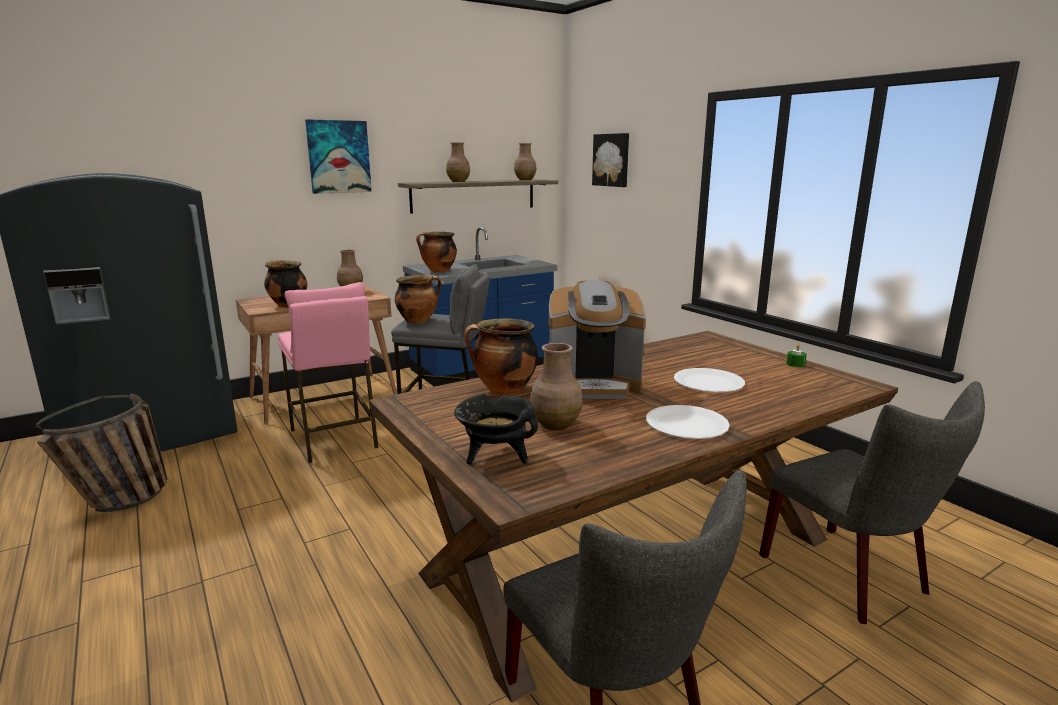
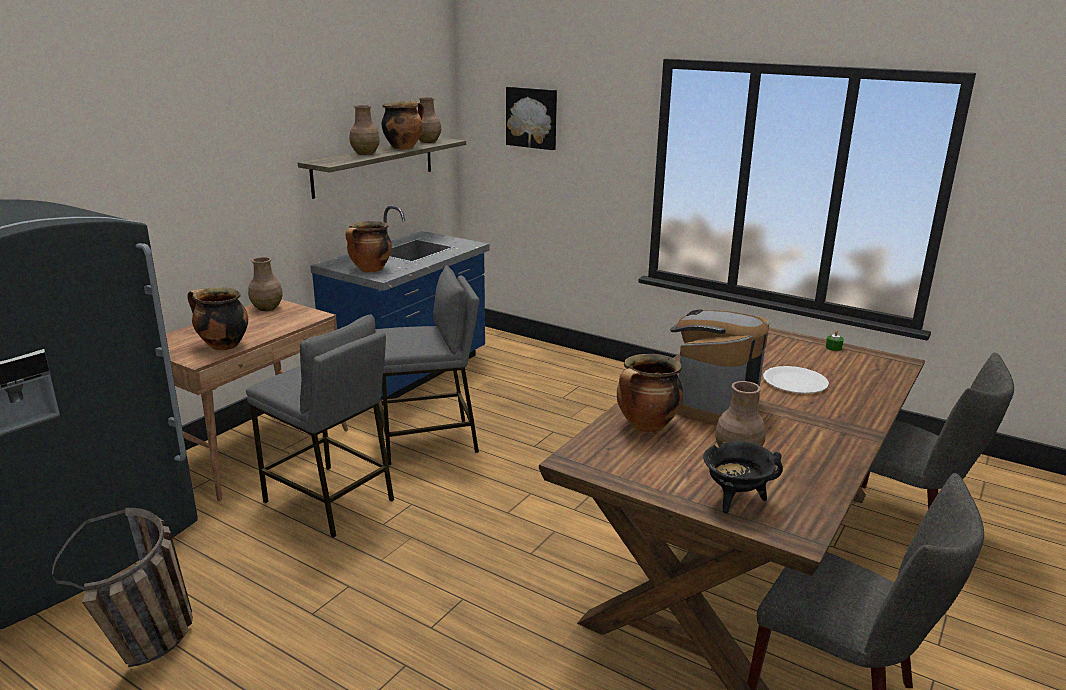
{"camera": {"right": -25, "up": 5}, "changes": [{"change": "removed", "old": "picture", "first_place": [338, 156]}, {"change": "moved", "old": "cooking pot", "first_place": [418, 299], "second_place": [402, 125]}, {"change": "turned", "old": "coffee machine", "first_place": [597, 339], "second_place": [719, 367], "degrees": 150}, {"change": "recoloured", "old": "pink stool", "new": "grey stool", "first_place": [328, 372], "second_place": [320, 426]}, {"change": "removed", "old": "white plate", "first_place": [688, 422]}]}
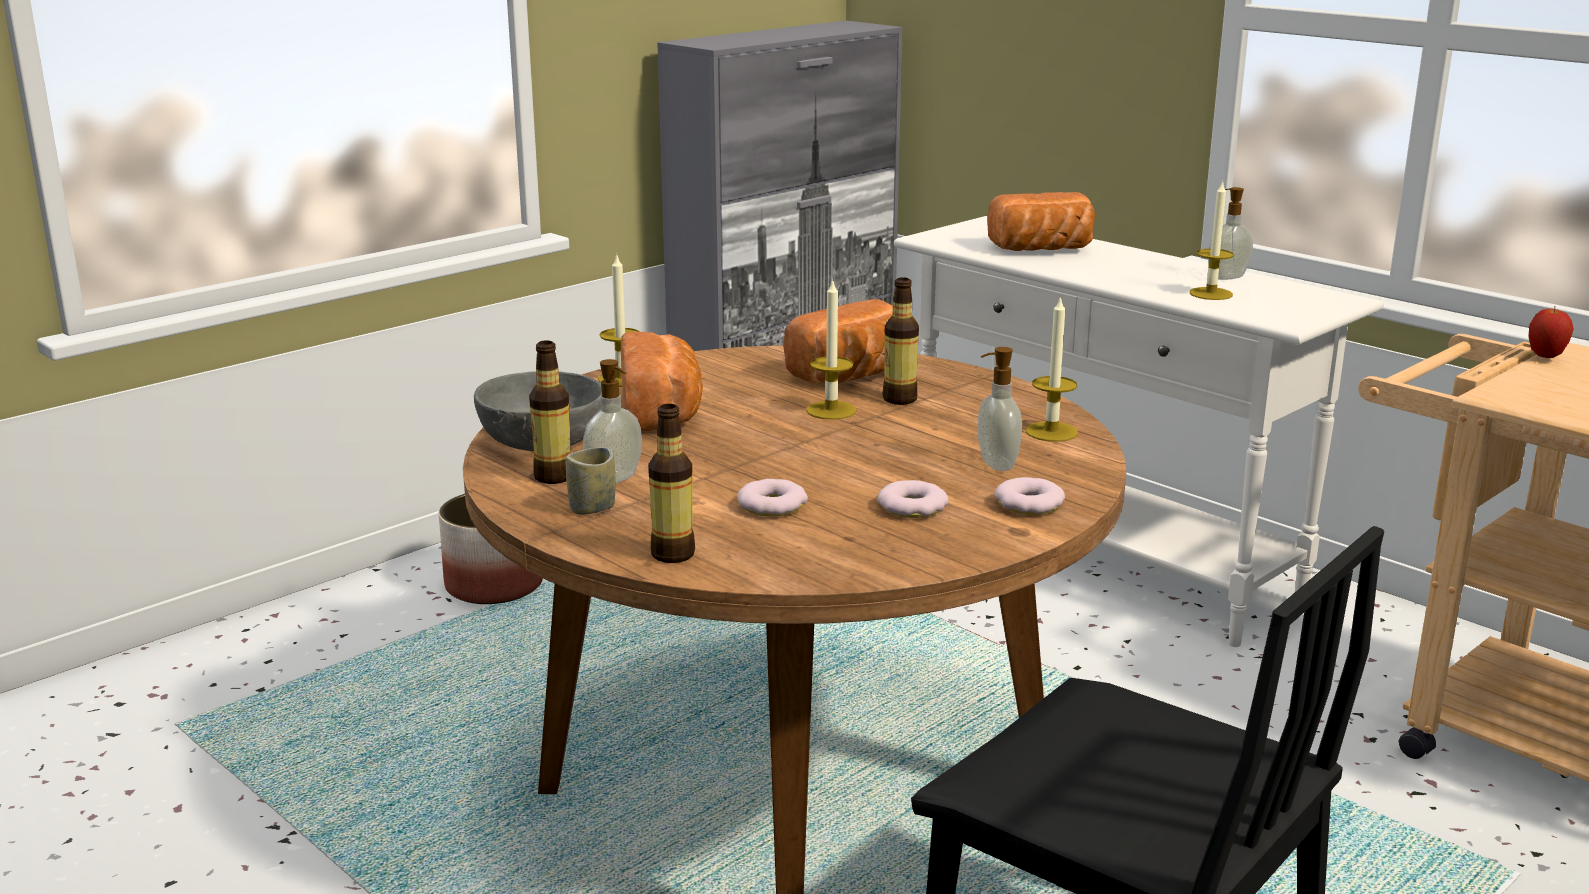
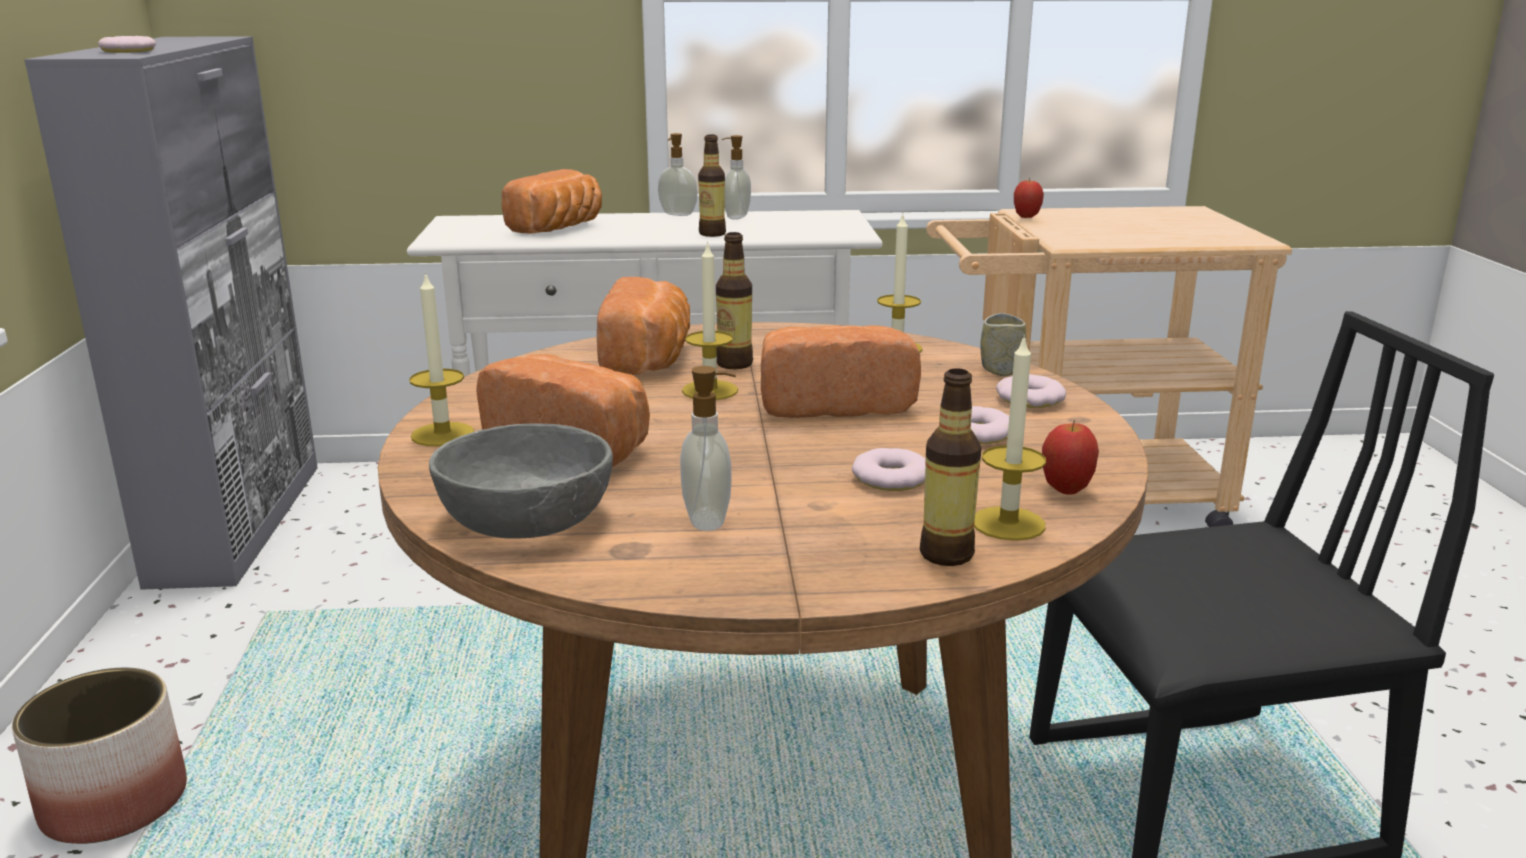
{"camera": {"right": -50, "up": 0}, "changes": [{"change": "moved", "old": "candle", "first_place": [1211, 240], "second_place": [1010, 437]}, {"change": "moved", "old": "bottle", "first_place": [550, 412], "second_place": [712, 186]}, {"change": "moved", "old": "soap dispenser", "first_place": [1000, 409], "second_place": [678, 174]}, {"change": "moved", "old": "cup", "first_place": [590, 481], "second_place": [1003, 344]}, {"change": "added", "new": "donut", "second_place": [127, 44]}, {"change": "added", "new": "bread", "second_place": [841, 371]}, {"change": "added", "new": "apple", "second_place": [1070, 457]}]}
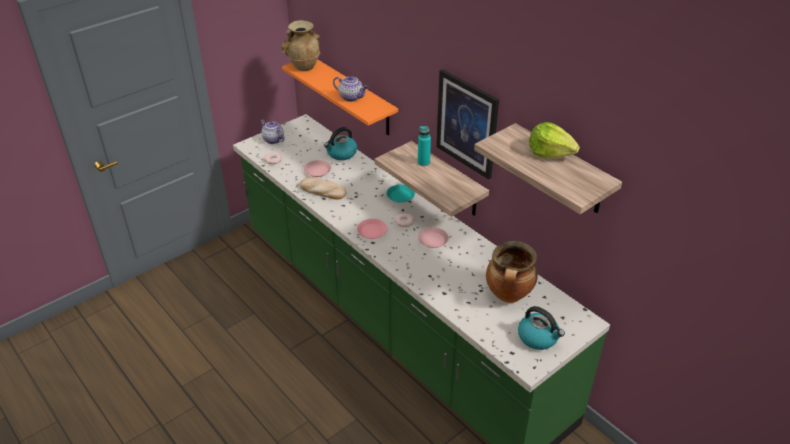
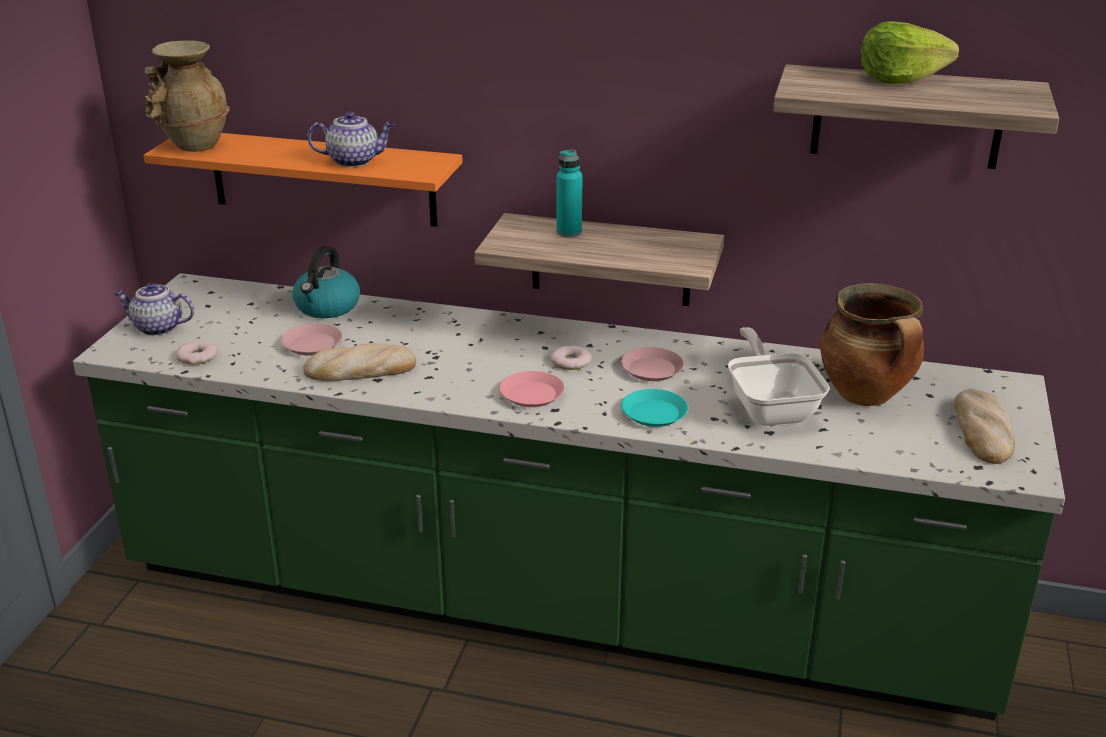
{"camera": {"right": -35, "up": -10}, "changes": [{"change": "removed", "old": "picture", "first_place": [467, 124]}, {"change": "moved", "old": "turquoise plate", "first_place": [400, 193], "second_place": [654, 408]}, {"change": "replaced", "old": "kettle", "new": "bread", "first_place": [541, 328], "second_place": [984, 426]}, {"change": "added", "new": "frying pan", "second_place": [779, 376]}]}
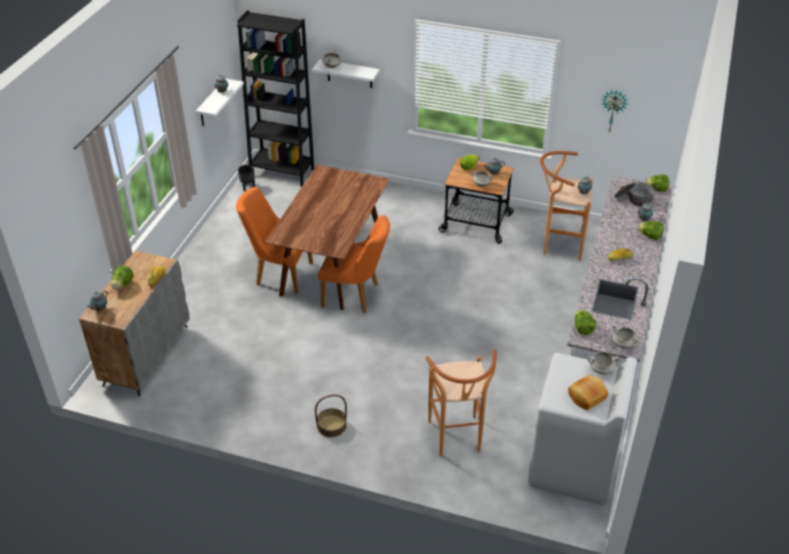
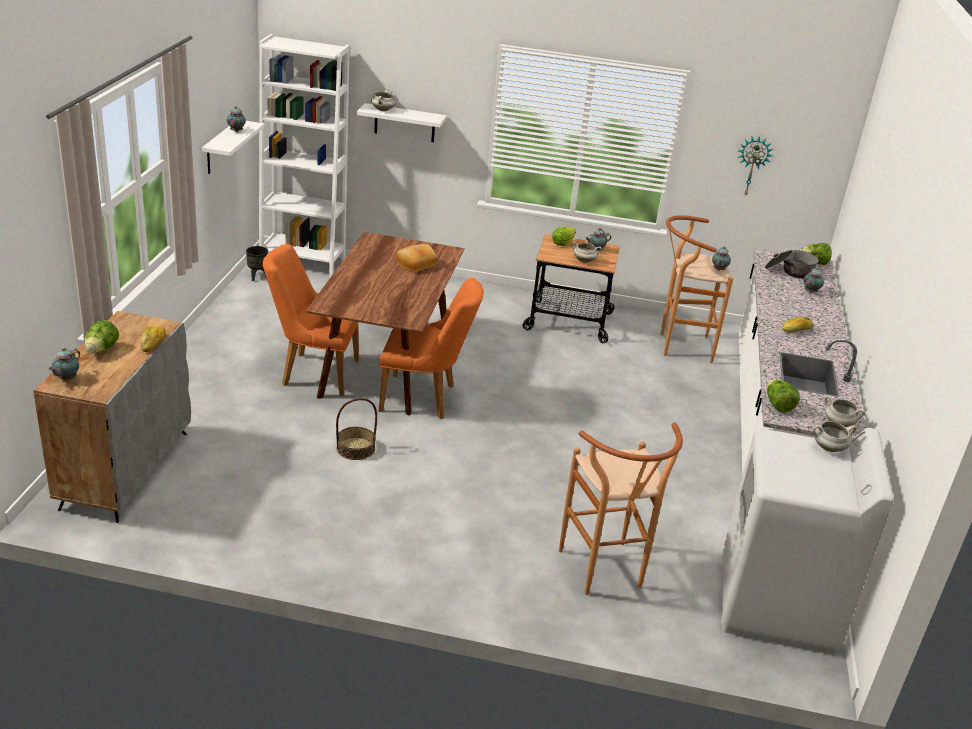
{"camera": {"right": -10, "up": -10}, "changes": [{"change": "recoloured", "old": "black bookcase", "new": "white bookcase", "first_place": [275, 98], "second_place": [304, 156]}, {"change": "removed", "old": "lettuce", "first_place": [651, 230]}, {"change": "moved", "old": "bread", "first_place": [588, 392], "second_place": [416, 258]}, {"change": "moved", "old": "basket", "first_place": [331, 416], "second_place": [356, 429]}]}
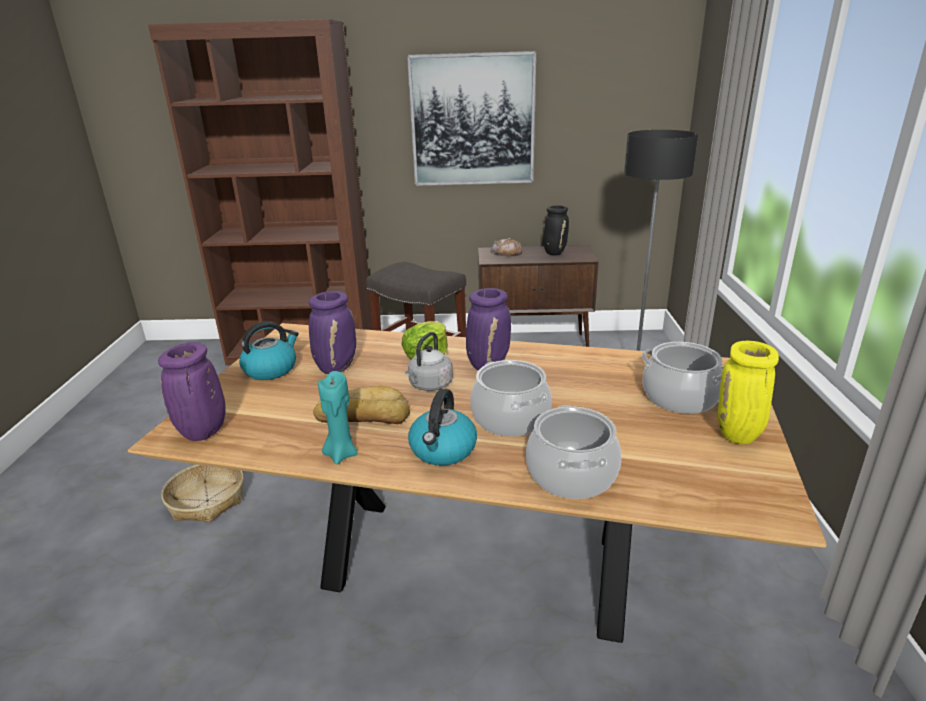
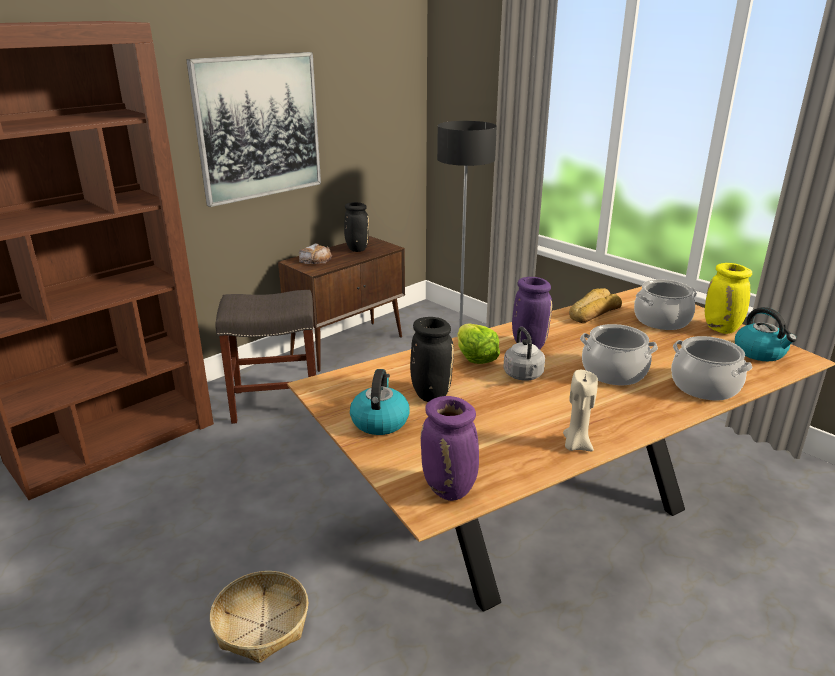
{"camera": {"right": -45, "up": 0}, "changes": [{"change": "recoloured", "old": "purple vase", "new": "black vase", "first_place": [332, 332], "second_place": [432, 359]}, {"change": "recoloured", "old": "turquoise candle", "new": "beige candle", "first_place": [337, 418], "second_place": [580, 410]}, {"change": "moved", "old": "bread", "first_place": [361, 405], "second_place": [595, 305]}, {"change": "moved", "old": "kettle", "first_place": [442, 427], "second_place": [766, 334]}]}
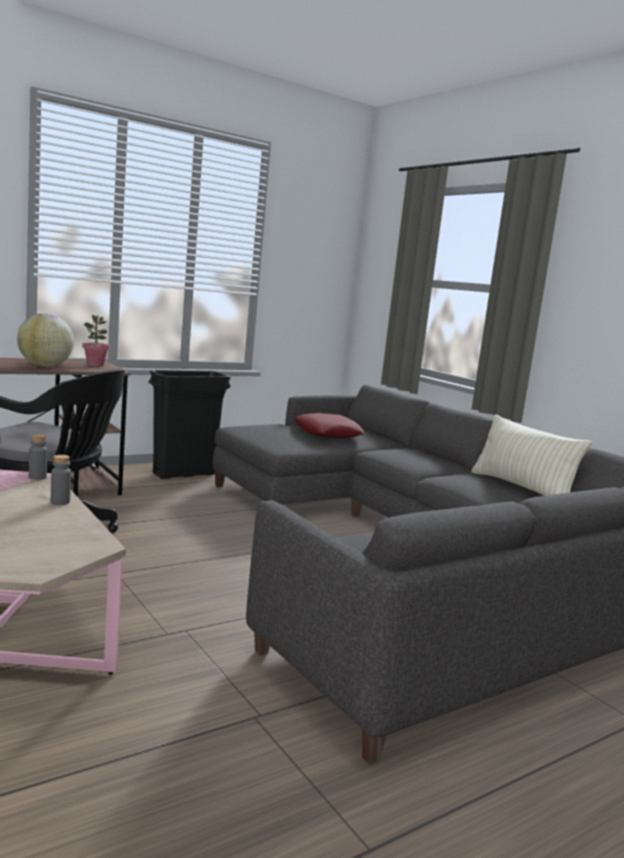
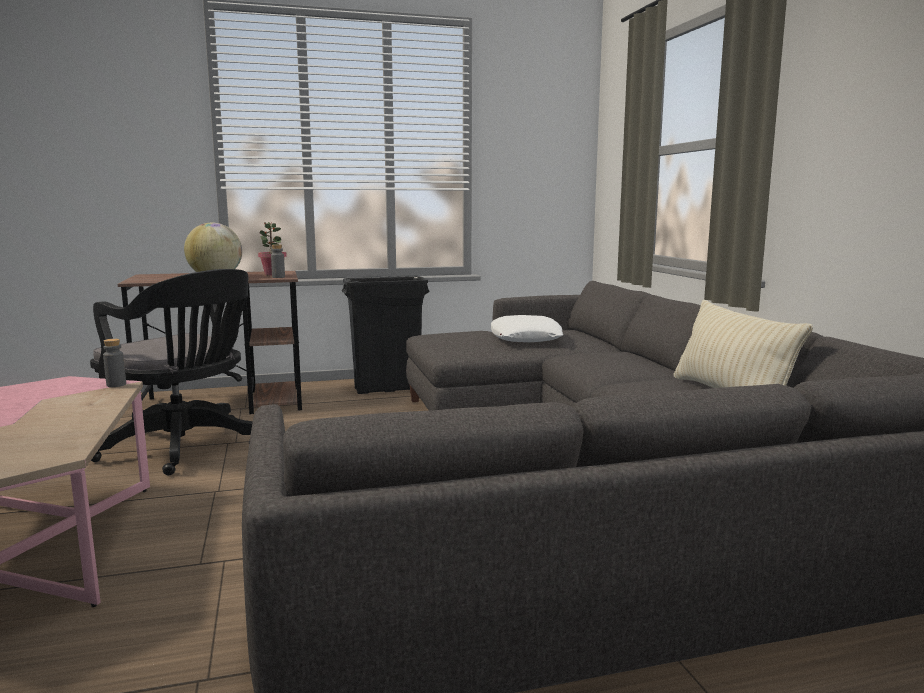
{"camera": {"right": 20, "up": 0}, "changes": [{"change": "recoloured", "old": "red pillow", "new": "white pillow", "first_place": [329, 425], "second_place": [527, 328]}, {"change": "moved", "old": "grey bottle", "first_place": [61, 480], "second_place": [278, 261]}]}
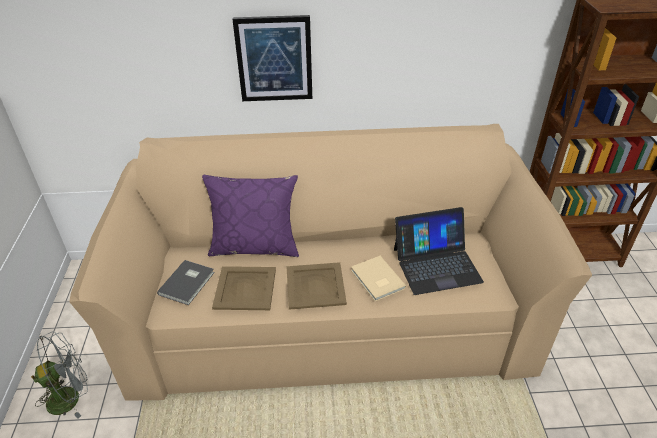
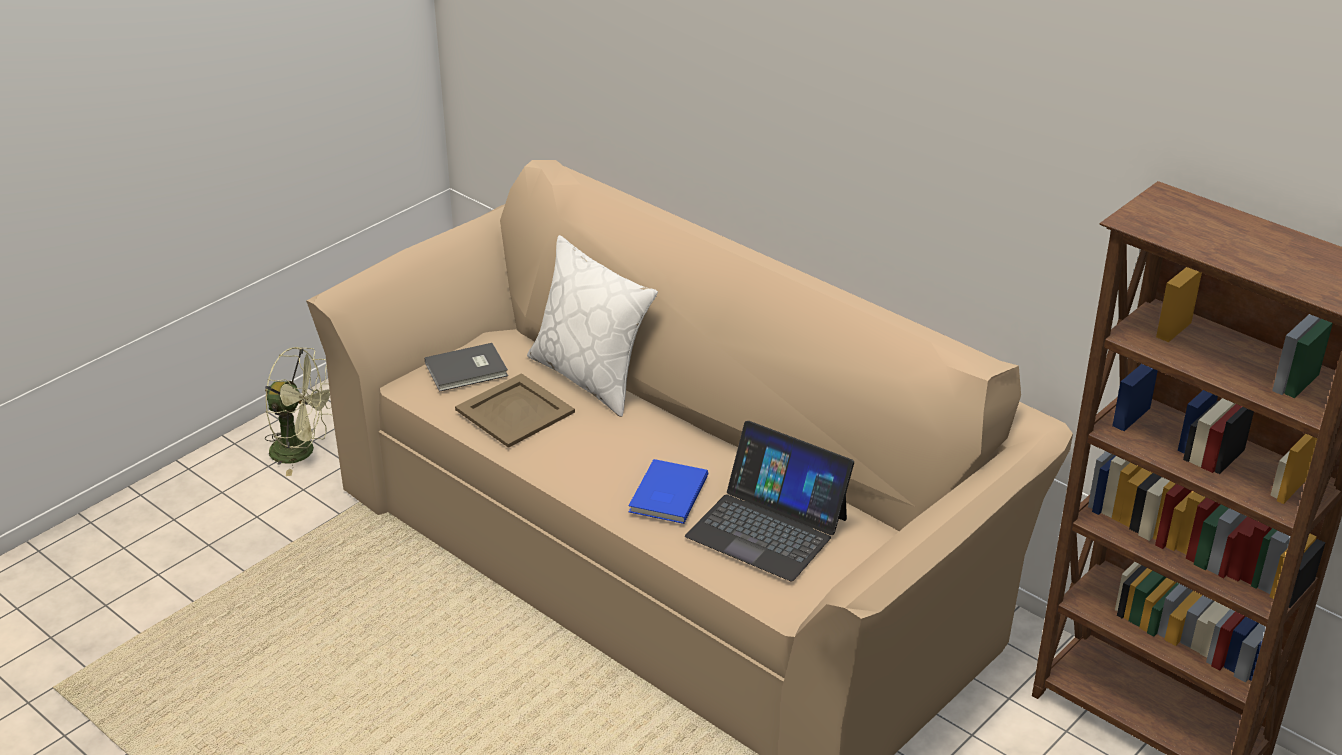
{"camera": {"right": 45, "up": -5}, "changes": [{"change": "removed", "old": "picture", "first_place": [272, 58]}, {"change": "recoloured", "old": "purple pillow", "new": "white pillow", "first_place": [250, 216], "second_place": [592, 326]}, {"change": "recoloured", "old": "beige book", "new": "blue book", "first_place": [378, 278], "second_place": [668, 491]}, {"change": "removed", "old": "beige tray", "first_place": [316, 286]}, {"change": "recoloured", "old": "grey fan", "new": "green fan", "first_place": [59, 375], "second_place": [298, 411]}]}
